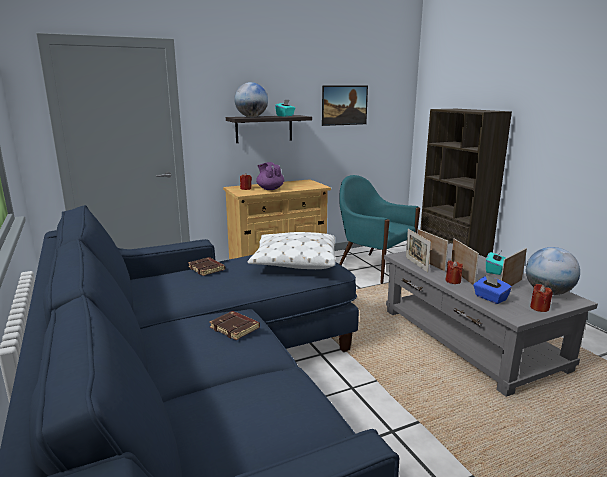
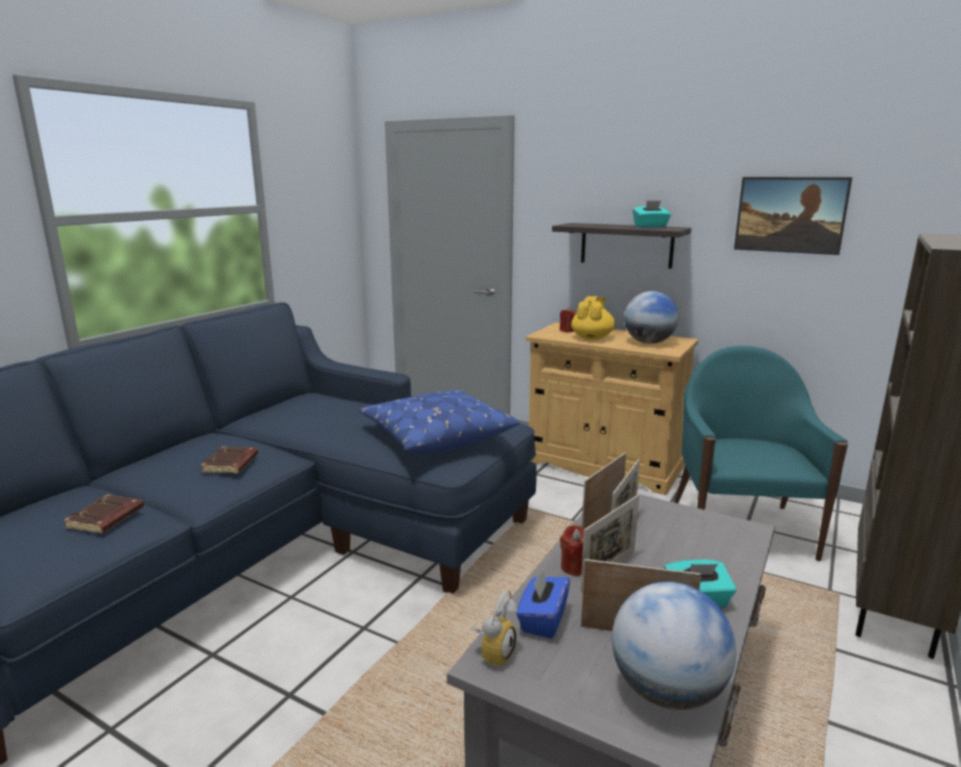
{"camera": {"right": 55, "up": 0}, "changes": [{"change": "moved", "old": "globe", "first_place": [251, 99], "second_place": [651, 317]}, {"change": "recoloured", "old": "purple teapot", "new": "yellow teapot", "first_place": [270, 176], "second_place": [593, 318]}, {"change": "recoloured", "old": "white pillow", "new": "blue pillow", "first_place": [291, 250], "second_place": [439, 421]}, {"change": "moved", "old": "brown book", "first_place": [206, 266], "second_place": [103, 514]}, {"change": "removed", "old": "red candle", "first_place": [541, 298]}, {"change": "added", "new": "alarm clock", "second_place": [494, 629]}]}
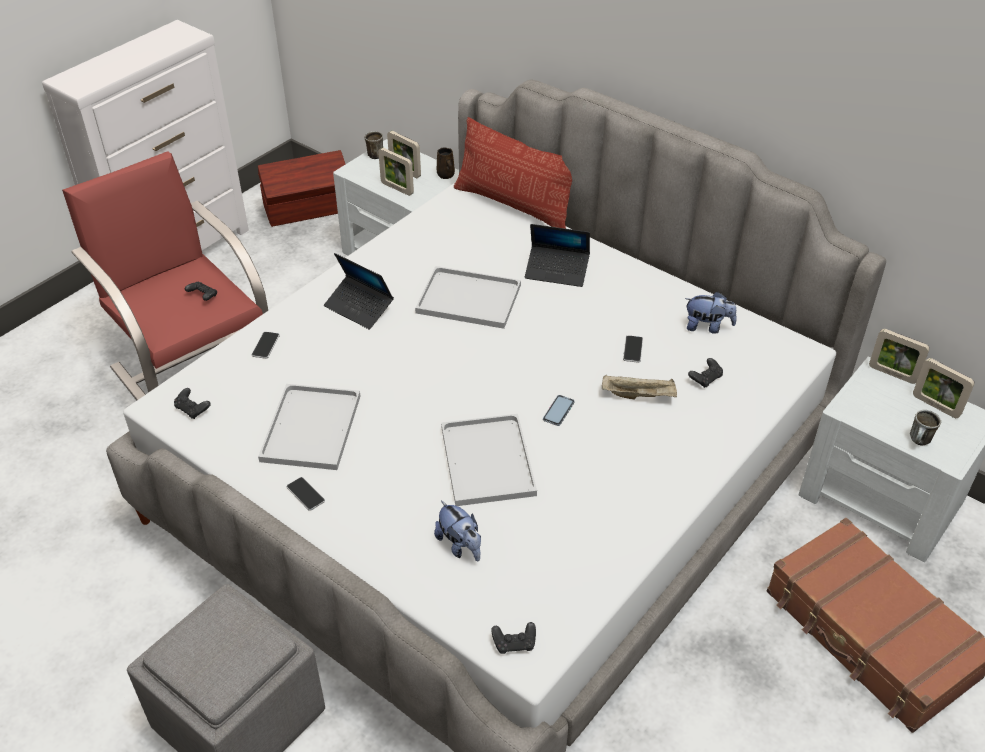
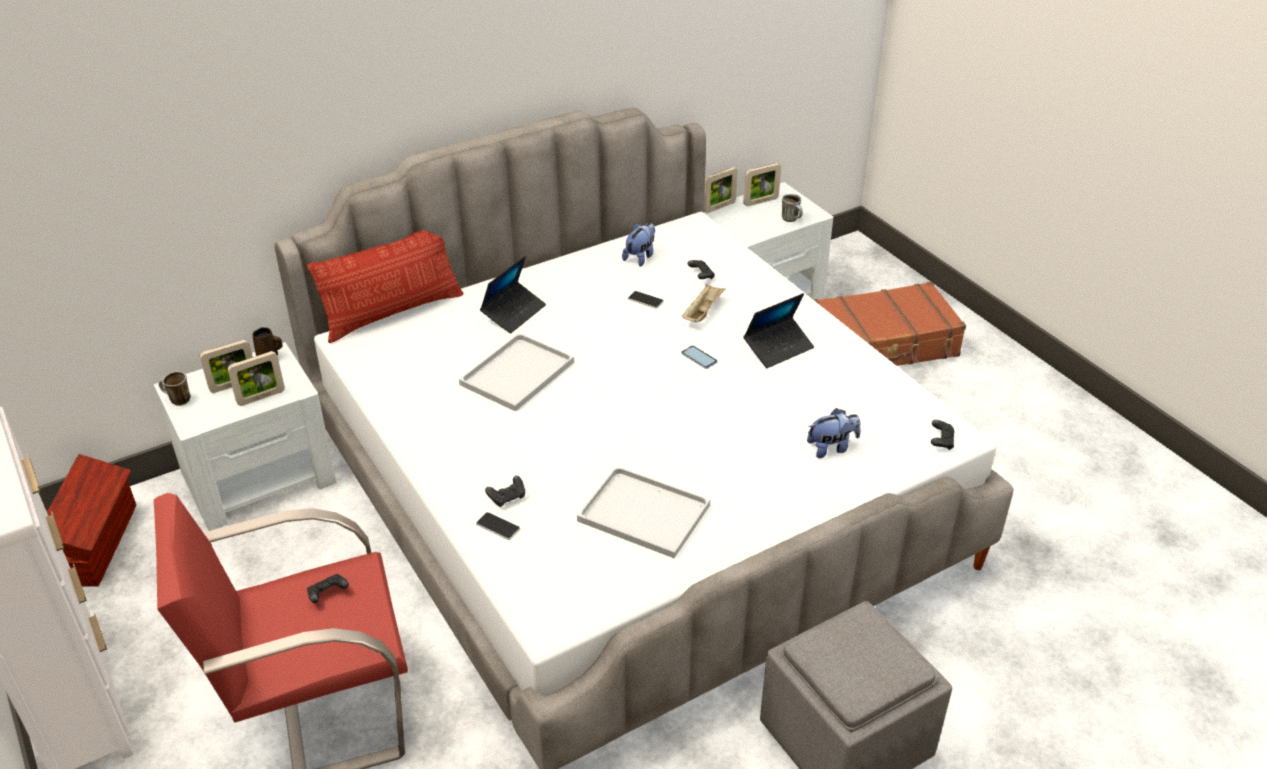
{"camera": {"right": -70, "up": -5}, "changes": [{"change": "moved", "old": "laptop", "first_place": [359, 291], "second_place": [778, 330]}, {"change": "moved", "old": "black game controller", "first_place": [192, 403], "second_place": [505, 491]}, {"change": "removed", "old": "white tray", "first_place": [489, 460]}, {"change": "removed", "old": "phone", "first_place": [306, 494]}]}
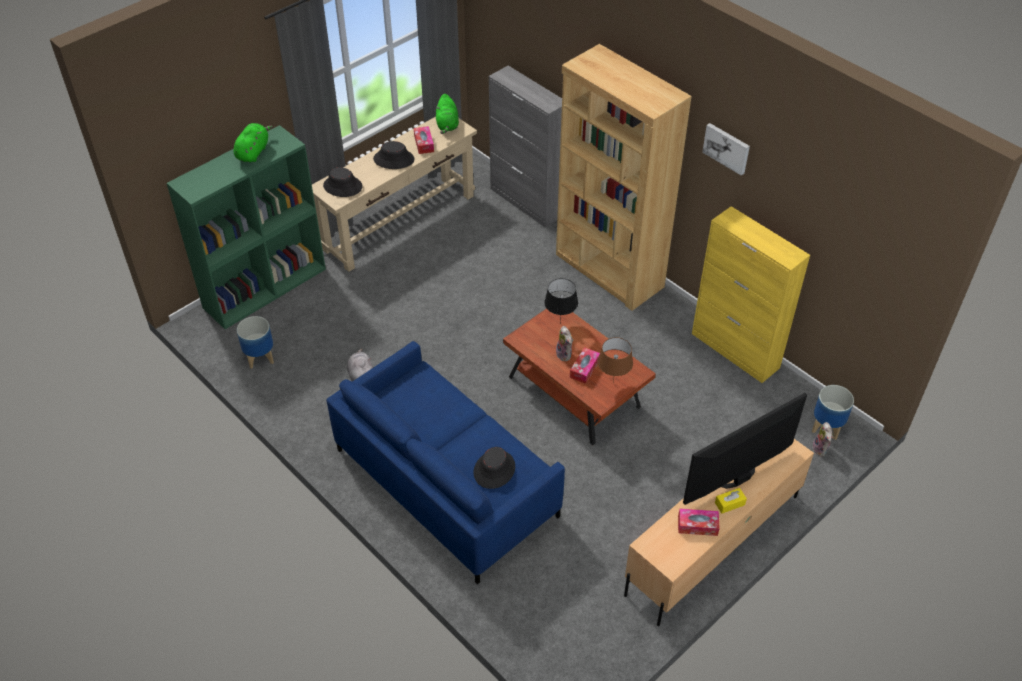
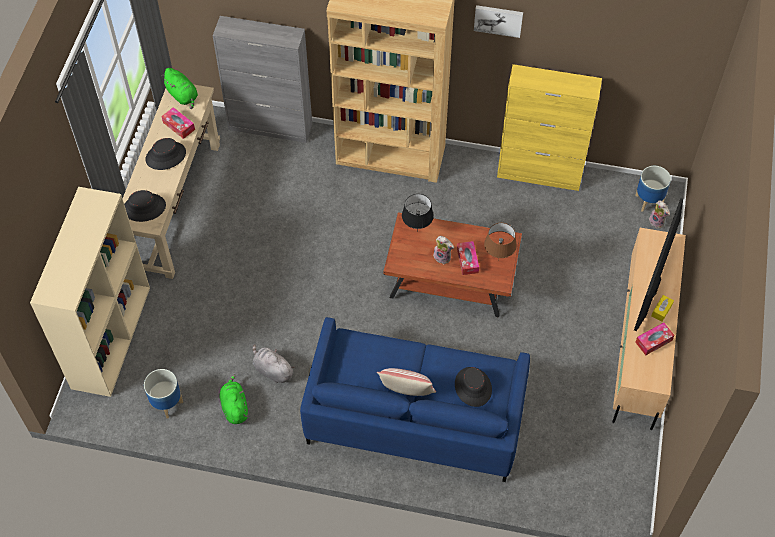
{"camera": {"right": -35, "up": 10}, "changes": [{"change": "moved", "old": "green plush toy", "first_place": [253, 142], "second_place": [234, 399]}, {"change": "recoloured", "old": "green bookcase", "new": "beige bookcase", "first_place": [246, 227], "second_place": [90, 292]}, {"change": "added", "new": "pillow", "second_place": [406, 382]}]}
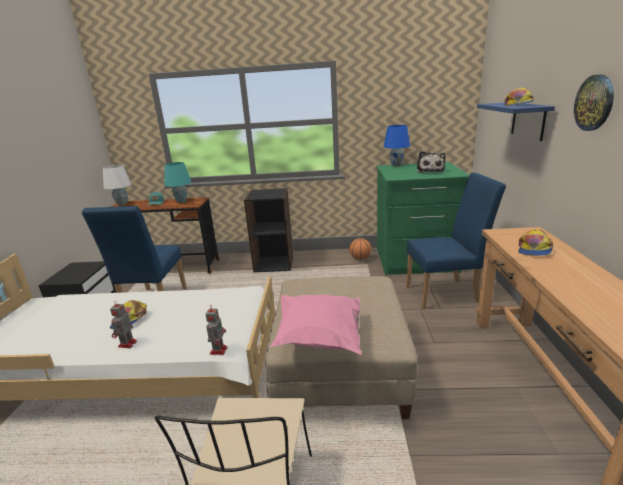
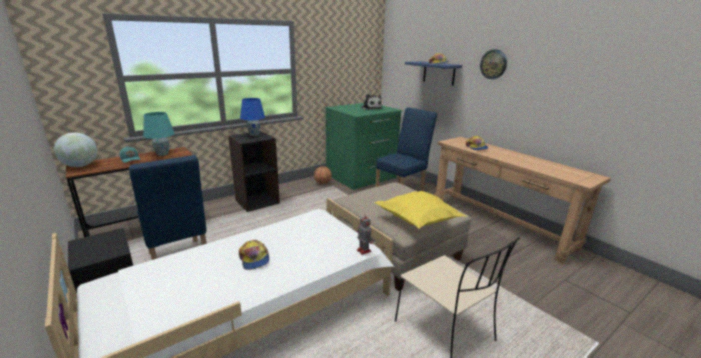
{"camera": {"right": -40, "up": 0}, "changes": [{"change": "moved", "old": "blue table lamp", "first_place": [397, 146], "second_place": [252, 117]}, {"change": "replaced", "old": "white table lamp", "new": "globe", "first_place": [117, 185], "second_place": [75, 150]}, {"change": "recoloured", "old": "pink pillow", "new": "yellow pillow", "first_place": [316, 324], "second_place": [420, 210]}, {"change": "removed", "old": "toy robot", "first_place": [123, 324]}]}
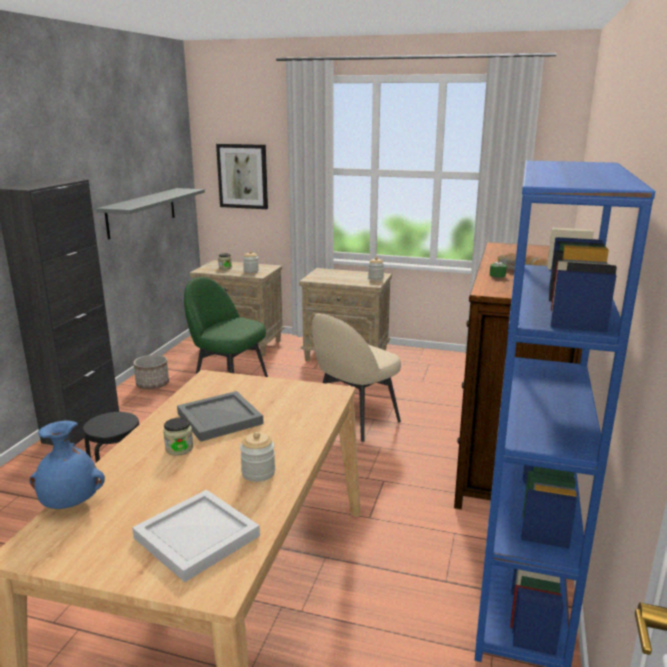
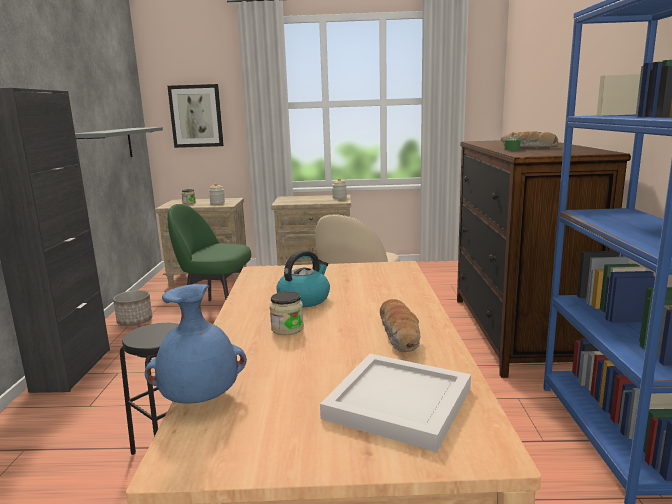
{"camera": {"right": -15, "up": -5}, "changes": [{"change": "replaced", "old": "grey tray", "new": "kettle", "first_place": [220, 416], "second_place": [303, 278]}, {"change": "replaced", "old": "jar", "new": "bread", "first_place": [257, 457], "second_place": [400, 325]}]}
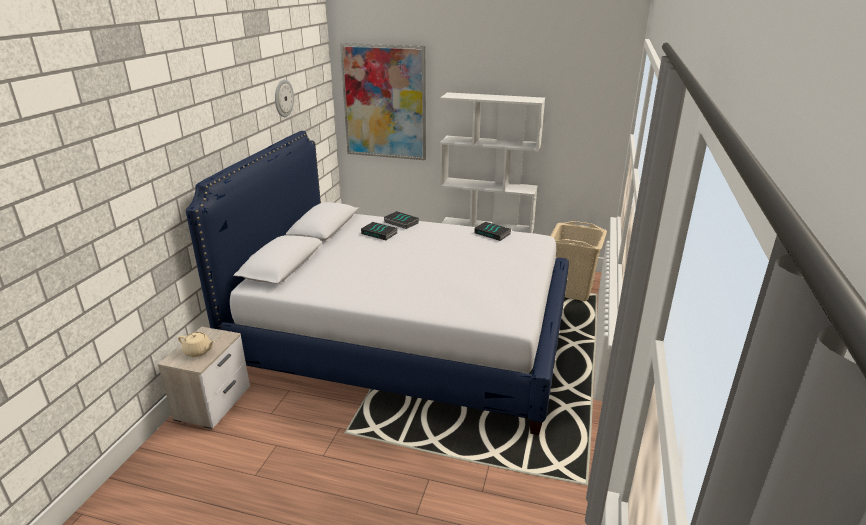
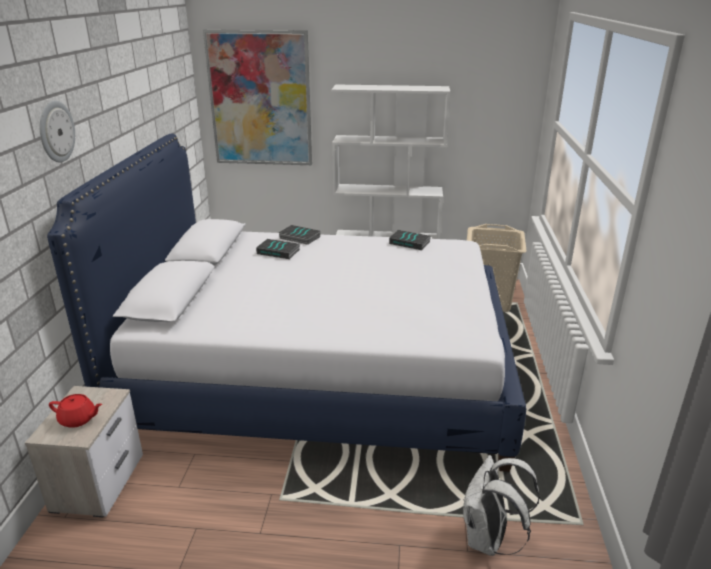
{"camera": {"right": -10, "up": 0}, "changes": [{"change": "moved", "old": "wall clock", "first_place": [284, 98], "second_place": [57, 132]}, {"change": "recoloured", "old": "beige teapot", "new": "red teapot", "first_place": [196, 344], "second_place": [75, 411]}, {"change": "added", "new": "white backpack", "second_place": [501, 505]}]}
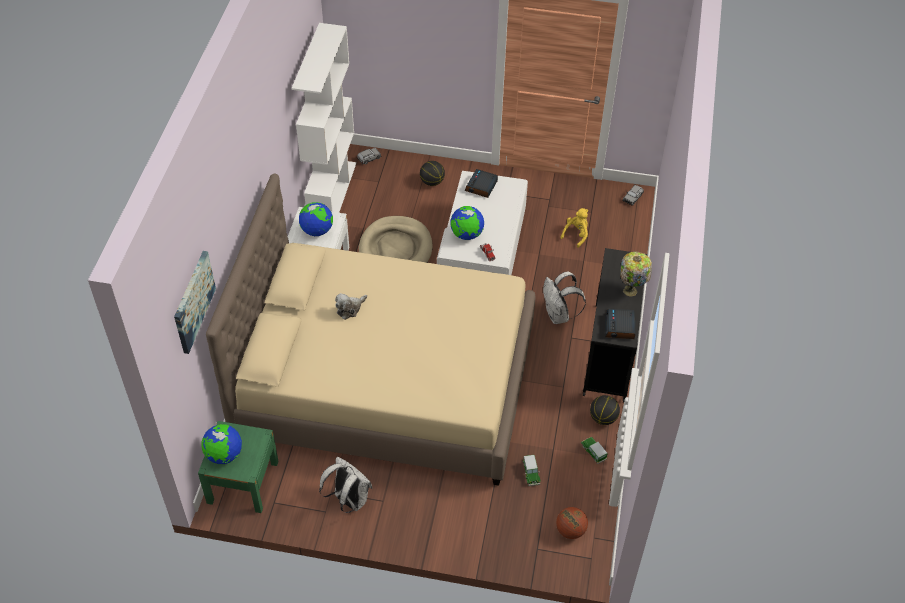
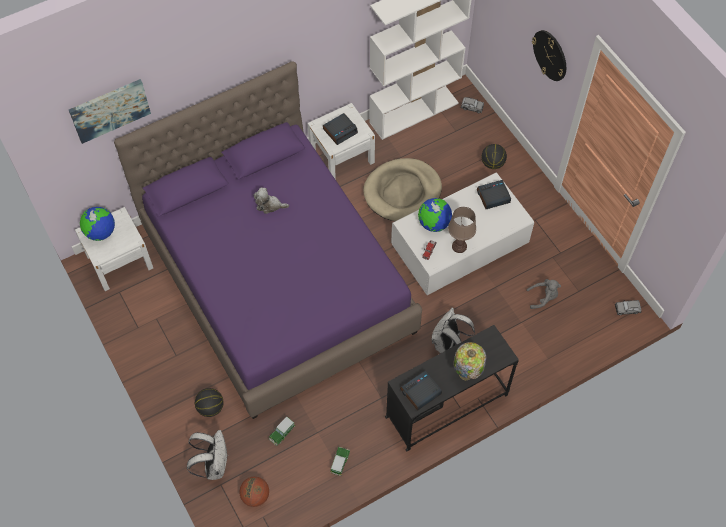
{"camera": {"right": 50, "up": 10}, "changes": [{"change": "recoloured", "old": "beige bed", "new": "purple bed", "first_place": [371, 329], "second_place": [268, 240]}, {"change": "replaced", "old": "globe", "new": "alarm clock", "first_place": [316, 219], "second_place": [340, 129]}, {"change": "recoloured", "old": "yellow plush toy", "new": "grey plush toy", "first_place": [574, 228], "second_place": [543, 294]}, {"change": "moved", "old": "basketball", "first_place": [605, 410], "second_place": [209, 402]}, {"change": "recoloured", "old": "green nightstand", "new": "white nightstand", "first_place": [238, 467], "second_place": [114, 249]}, {"change": "moved", "old": "white backpack", "first_place": [346, 484], "second_place": [207, 455]}, {"change": "added", "new": "wall clock", "second_place": [549, 55]}, {"change": "added", "new": "brown table lamp", "second_place": [462, 230]}]}
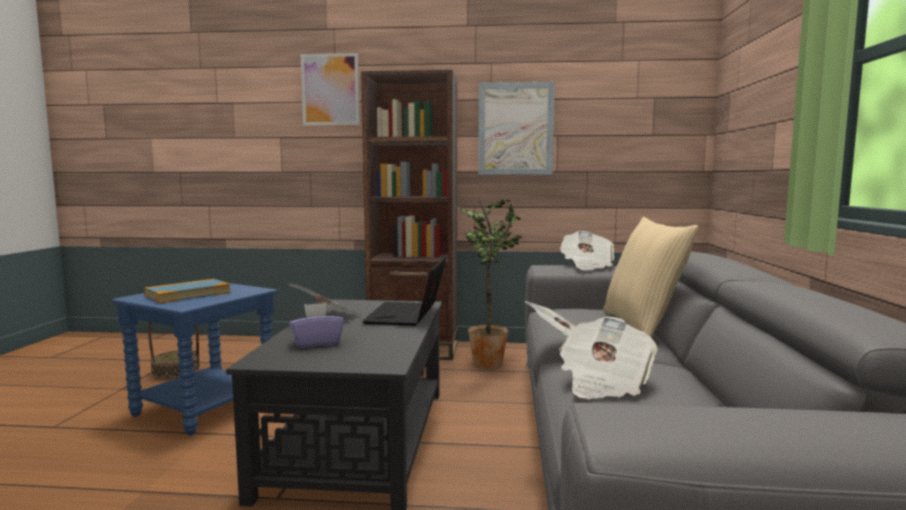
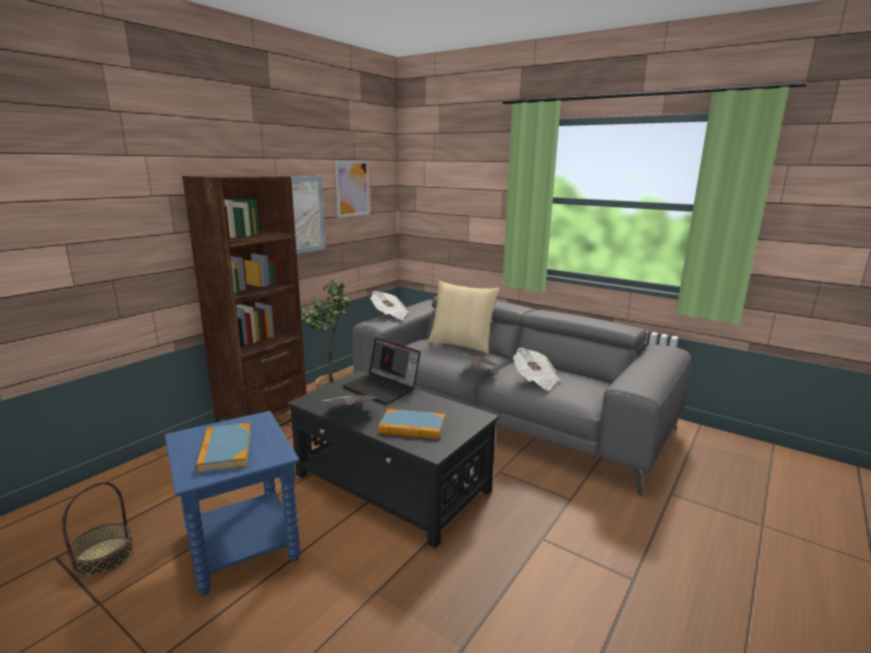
{"camera": {"right": -60, "up": 10}, "changes": [{"change": "moved", "old": "picture", "first_place": [330, 89], "second_place": [352, 189]}, {"change": "replaced", "old": "purple tissue box", "new": "book", "first_place": [316, 325], "second_place": [411, 424]}]}
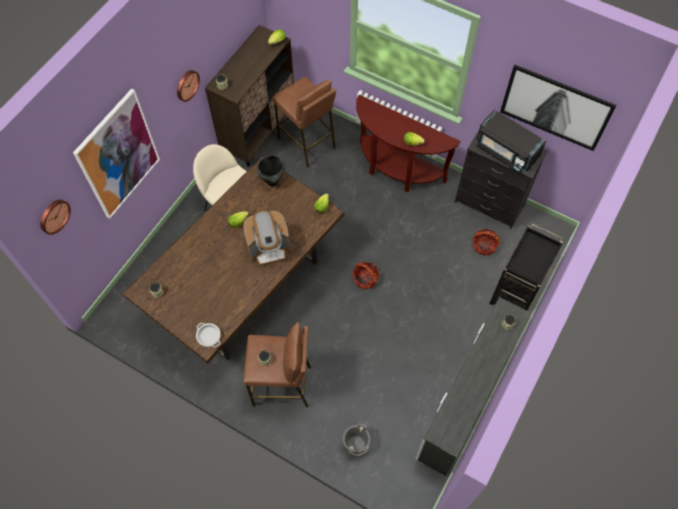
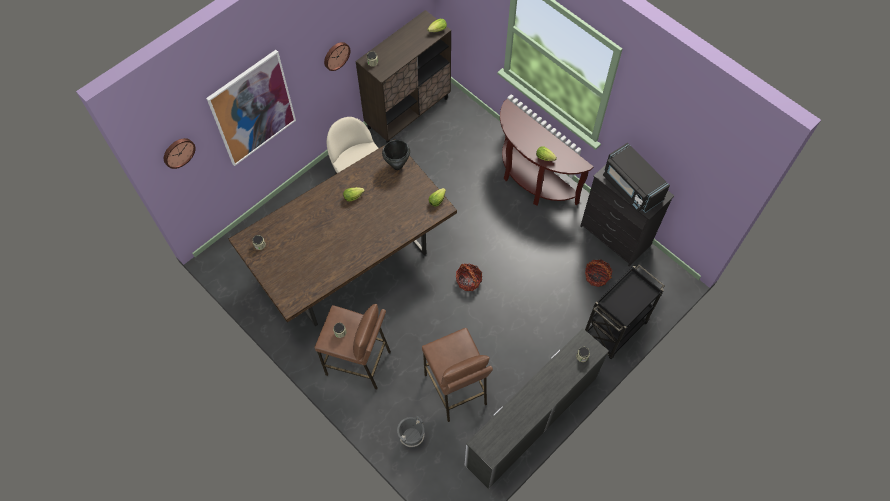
{"camera": {"right": 15, "up": 0}, "changes": [{"change": "removed", "old": "picture", "first_place": [558, 108]}, {"change": "moved", "old": "brown stool", "first_place": [304, 122], "second_place": [457, 375]}, {"change": "removed", "old": "coffee machine", "first_place": [267, 238]}, {"change": "removed", "old": "cooking pot", "first_place": [208, 335]}]}
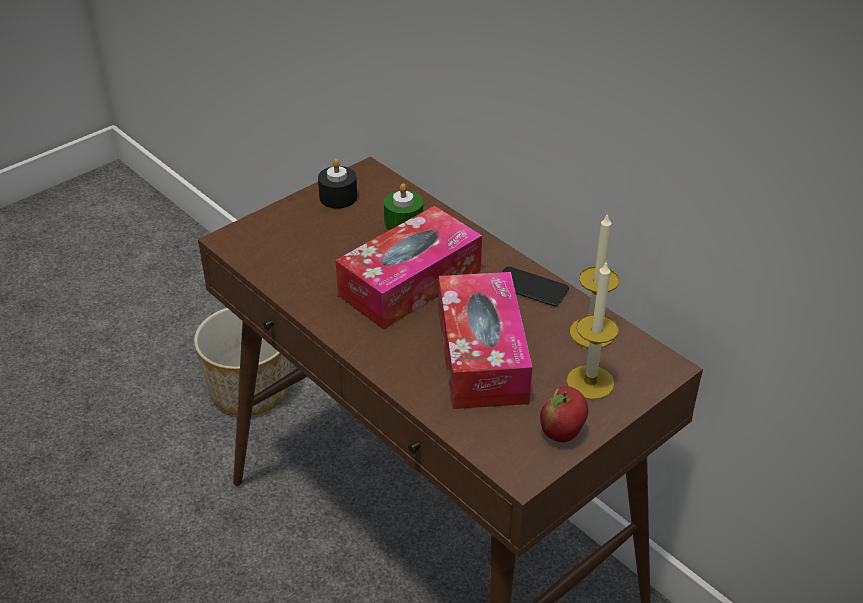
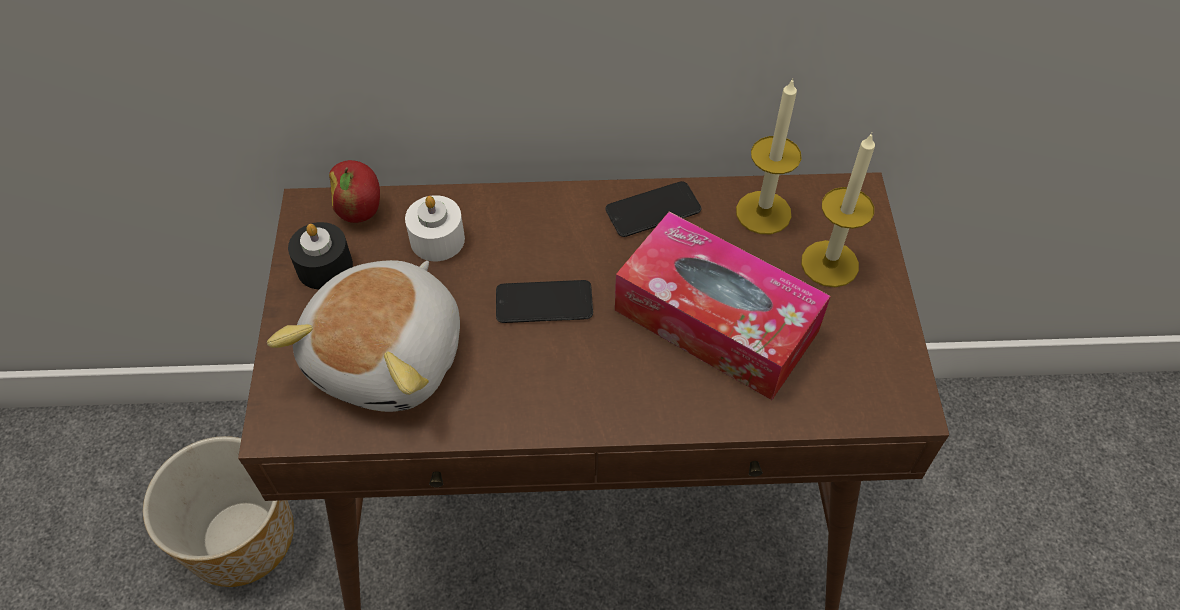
{"camera": {"right": -50, "up": 15}, "changes": [{"change": "recoloured", "old": "green candle", "new": "white candle", "first_place": [403, 206], "second_place": [435, 228]}, {"change": "replaced", "old": "tissue box", "new": "phone", "first_place": [408, 268], "second_place": [544, 301]}, {"change": "moved", "old": "apple", "first_place": [564, 414], "second_place": [354, 191]}, {"change": "added", "new": "plush toy", "second_place": [363, 336]}]}
